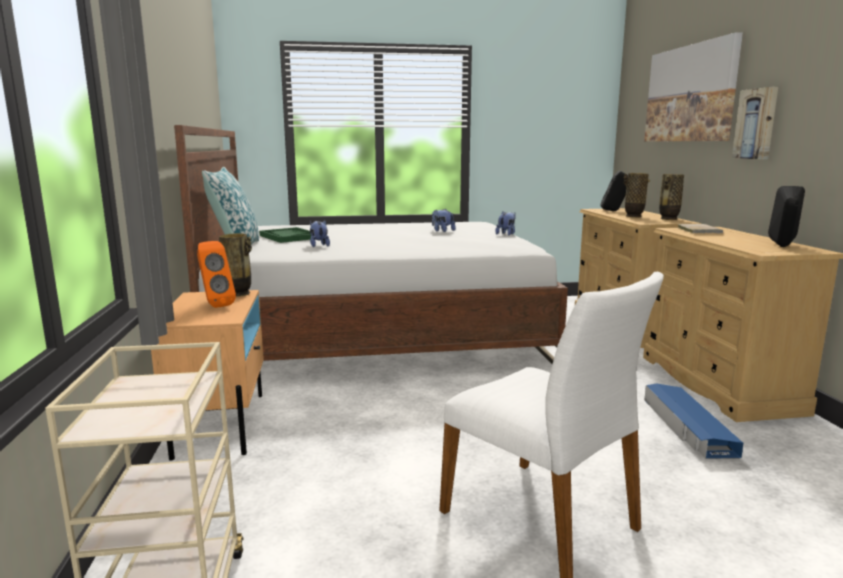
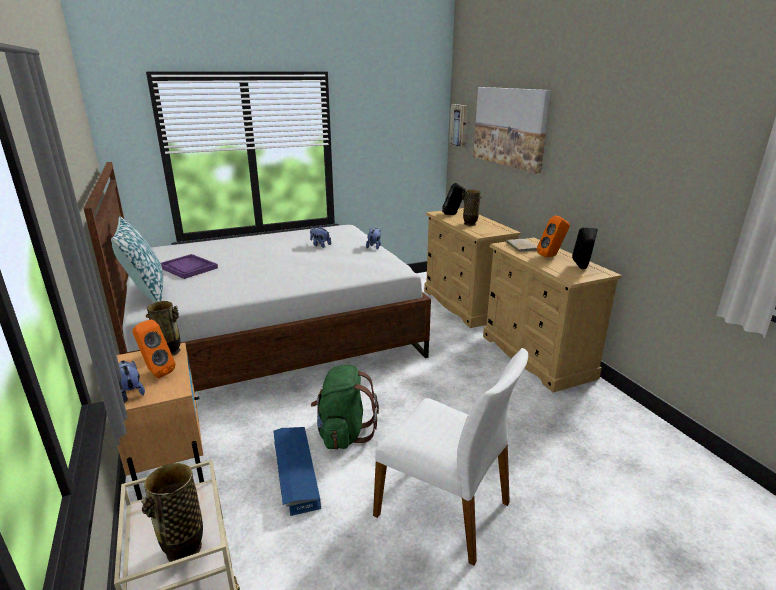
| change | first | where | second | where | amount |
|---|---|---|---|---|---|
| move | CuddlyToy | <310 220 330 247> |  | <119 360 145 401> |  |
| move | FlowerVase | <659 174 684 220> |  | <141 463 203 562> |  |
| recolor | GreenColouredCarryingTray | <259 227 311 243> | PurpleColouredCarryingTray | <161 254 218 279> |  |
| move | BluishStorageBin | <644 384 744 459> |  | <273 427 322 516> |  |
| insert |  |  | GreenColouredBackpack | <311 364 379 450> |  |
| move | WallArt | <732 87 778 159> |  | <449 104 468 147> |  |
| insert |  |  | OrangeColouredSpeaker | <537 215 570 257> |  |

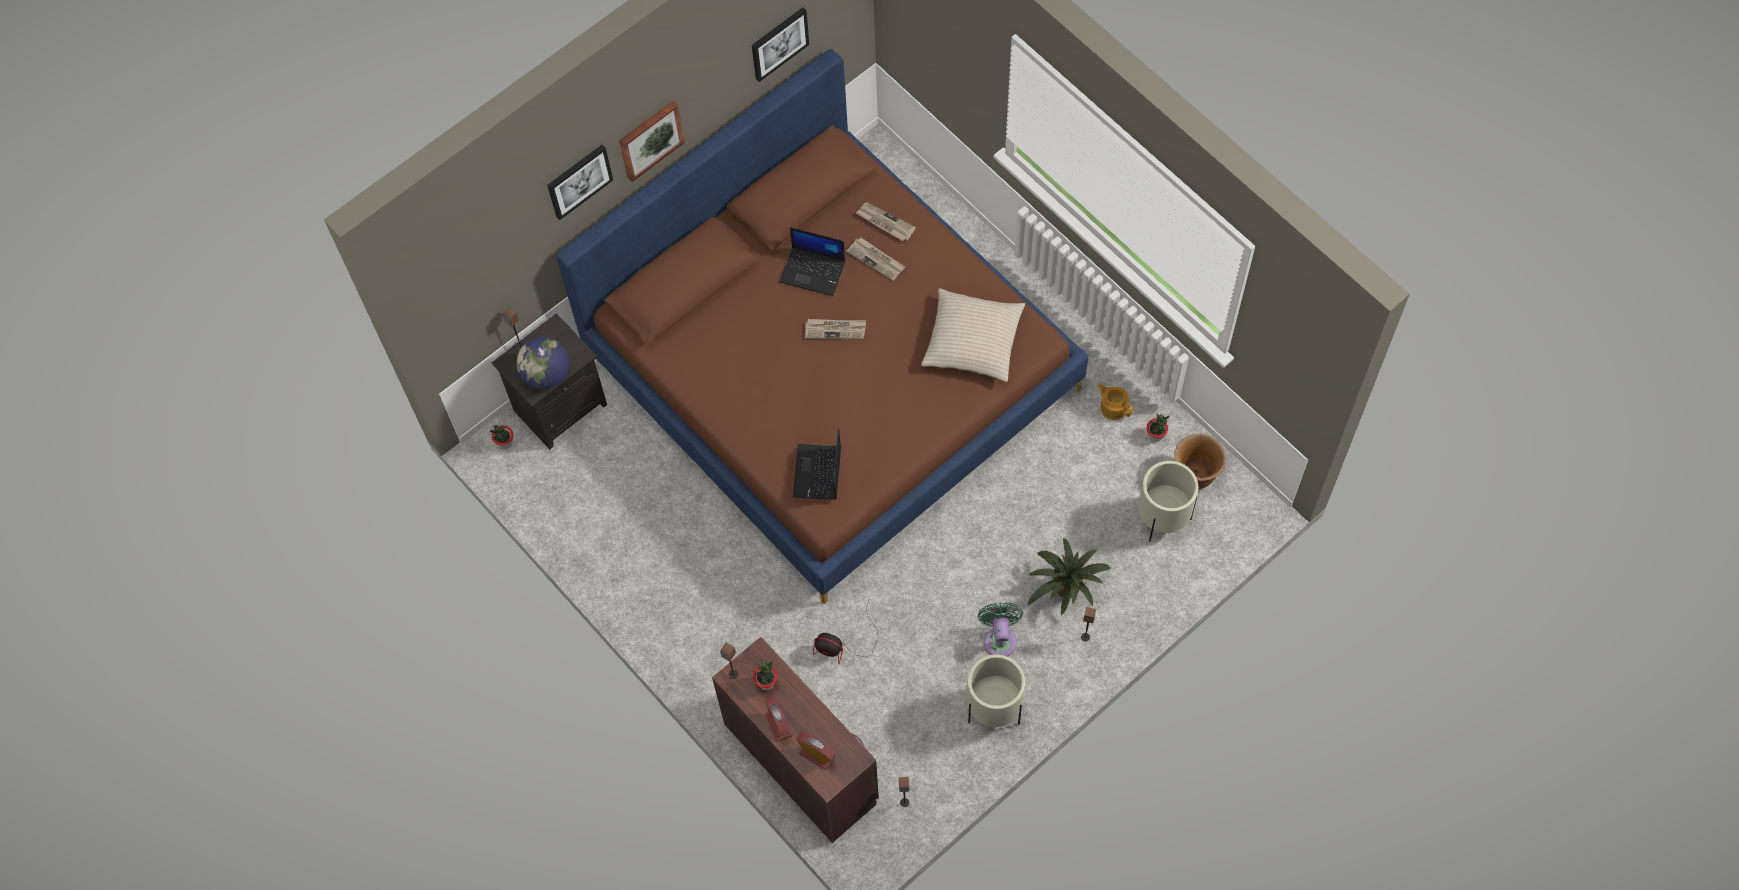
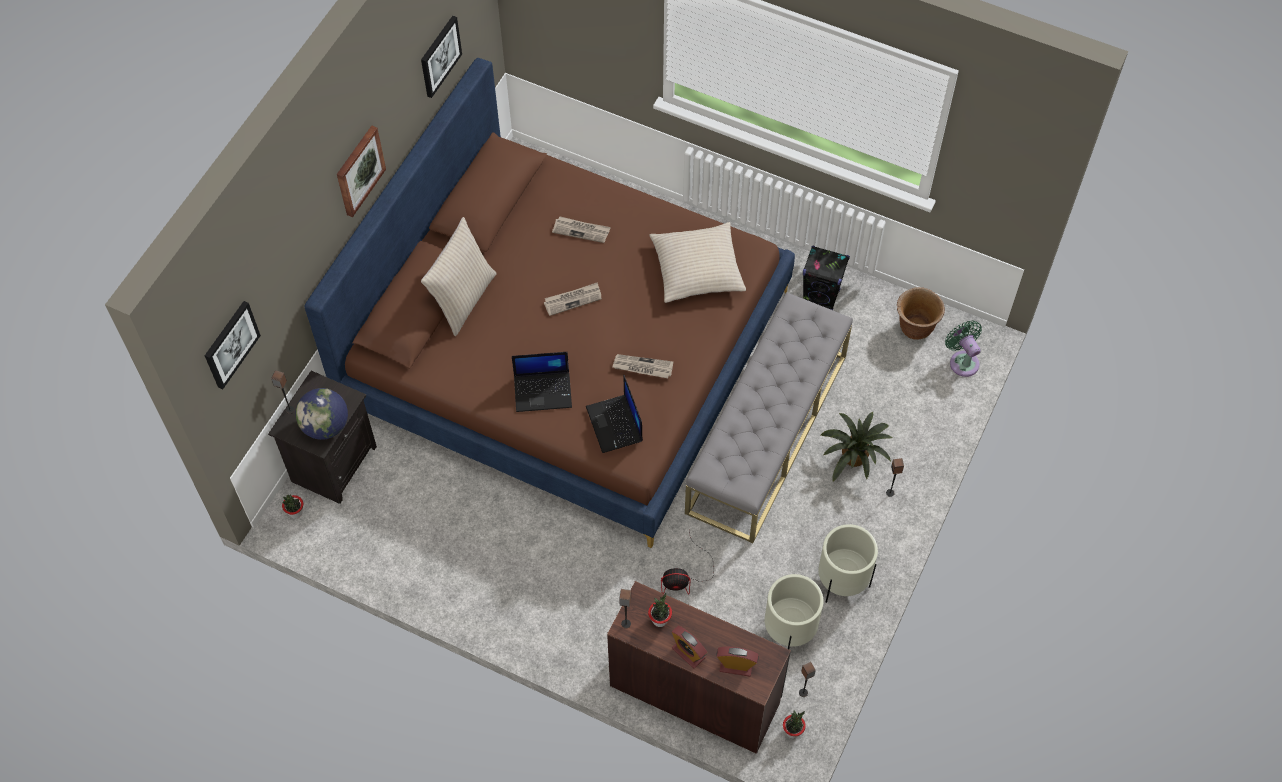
| change | first | where | second | where | amount |
|---|---|---|---|---|---|
| move | WallArt | <547 145 613 220> |  | <205 301 261 390> |  |
| insert |  |  | SandColouredCushion | <421 217 497 336> |  |
| move | PortableComputer | <780 227 845 296> |  | <512 352 572 412> |  |
| move | DailyPaper | <856 202 916 241> |  | <612 354 673 378> |  |
| insert |  |  | GreyLongSeat | <685 292 853 543> |  |
| move | SandColouredPlantPot | <1138 461 1198 542> |  | <765 574 823 649> |  |
| move | PottedPlant | <1146 414 1170 442> |  | <783 711 806 738> |  |
| replace | TeaPot | <1097 384 1133 420> | BlackSpeaker | <803 246 850 310> |  |
| move | GreenColouredFan | <978 603 1023 657> |  | <945 321 982 377> |  |

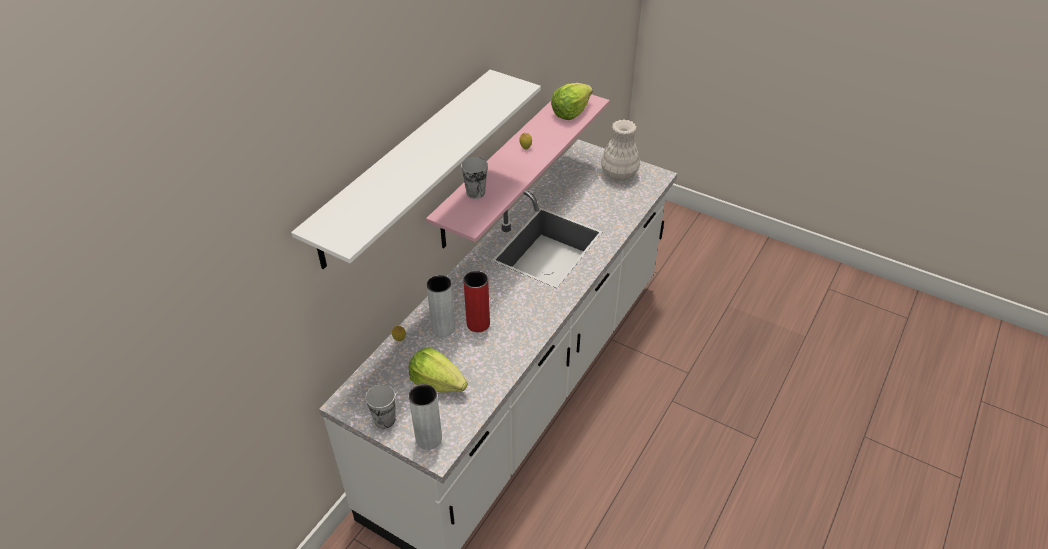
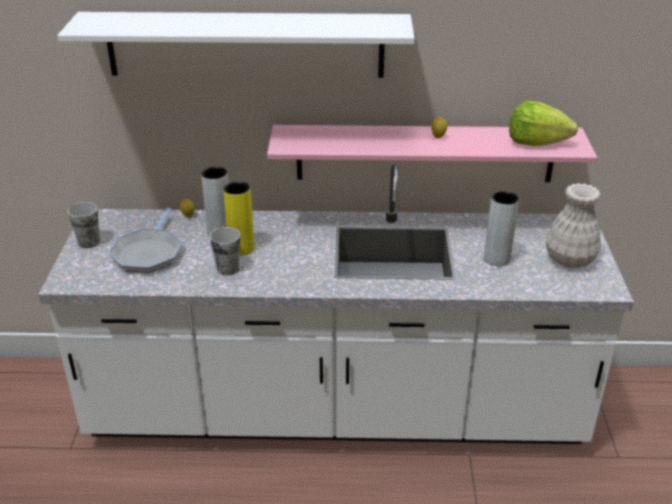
| change | first | where | second | where | amount |
|---|---|---|---|---|---|
| replace | LettuceHead | <409 347 468 392> | FryingPan | <109 208 182 273> |  |
| move | DrinkingCup | <461 157 488 199> |  | <210 227 240 275> |  |
| recolor | RedColouredFlowerVase | <463 271 490 332> | YellowishFlowerVase | <223 181 254 256> |  |
| move | GreyFlowerVase | <409 384 442 450> |  | <484 191 519 266> |  |

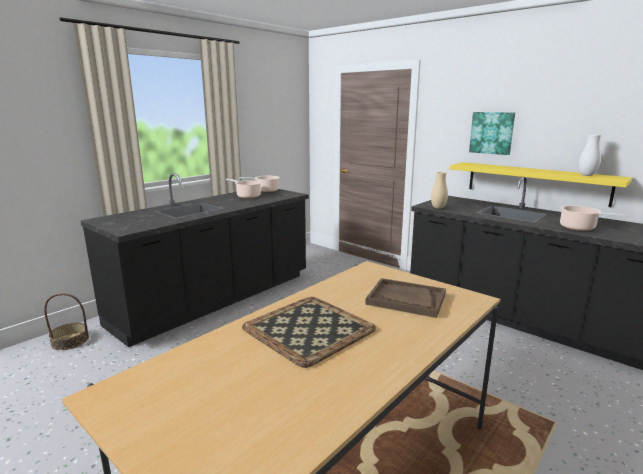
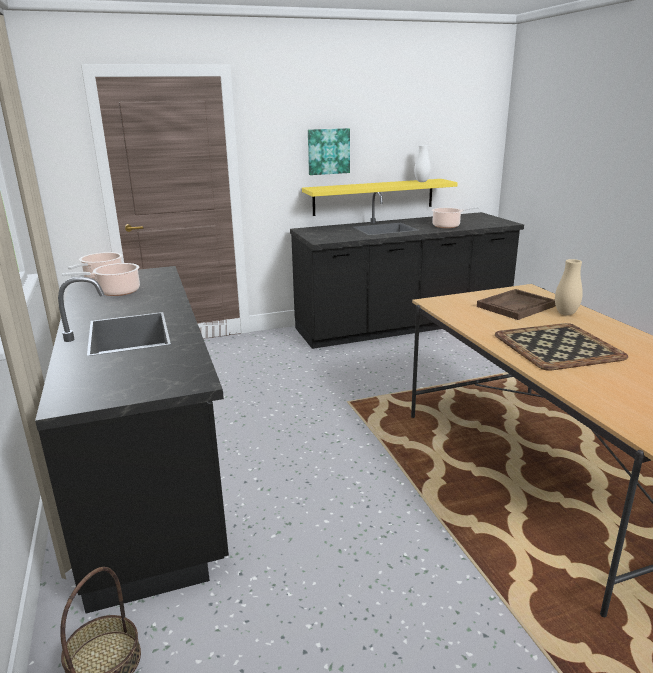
| change | first | where | second | where | amount |
|---|---|---|---|---|---|
| move | SandColouredFlowerVase | <431 172 448 209> |  | <555 259 583 316> |  |

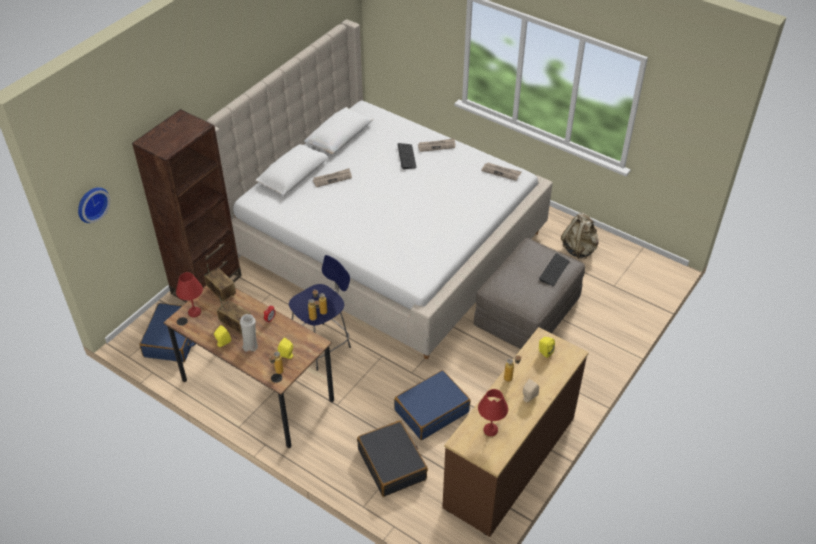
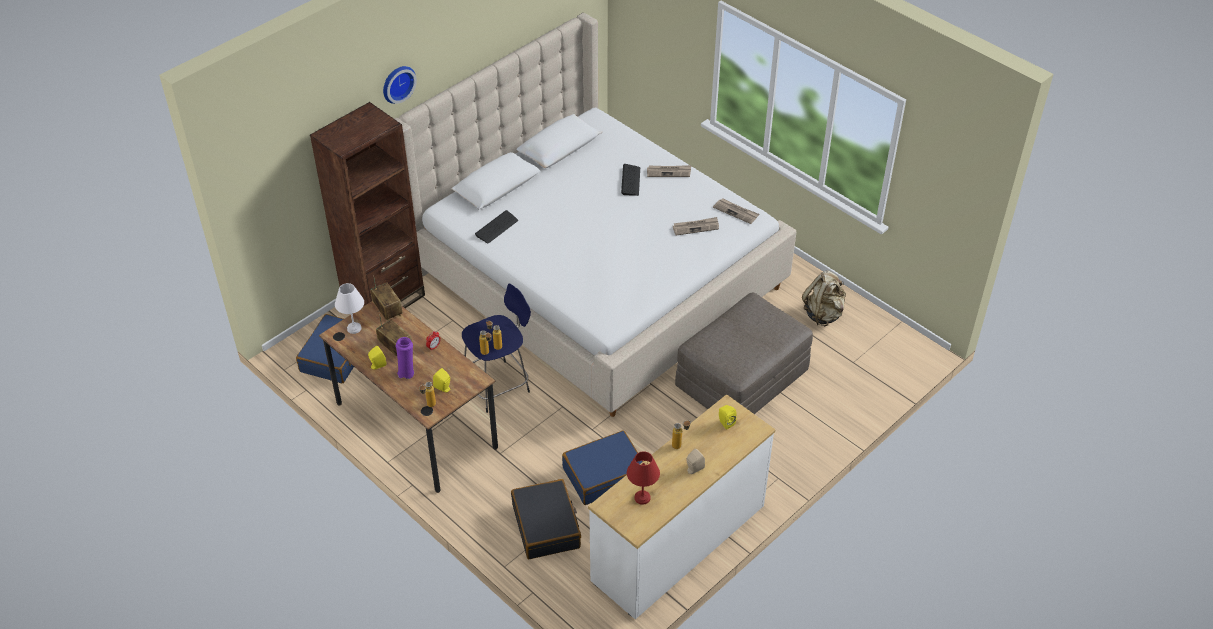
| change | first | where | second | where | amount |
|---|---|---|---|---|---|
| recolor | RedColouredTabletopLamp | <176 272 203 317> | WhitishTabletopLamp | <335 283 364 334> |  |
| move | HangingClock | <78 187 110 223> |  | <383 66 417 104> |  |
| recolor | WhitishFlowerVase | <240 314 258 352> | PurpleColouredFlowerVase | <396 337 414 379> |  |
| move | Keyboard | <539 254 570 286> |  | <475 210 518 243> |  |
| recolor | BrownChestOfDrawers | <442 327 589 537> | WhitishChestOfDrawers | <588 394 776 619> |  |
| move | DailyPaper | <313 168 352 187> |  | <673 217 719 236> |  |

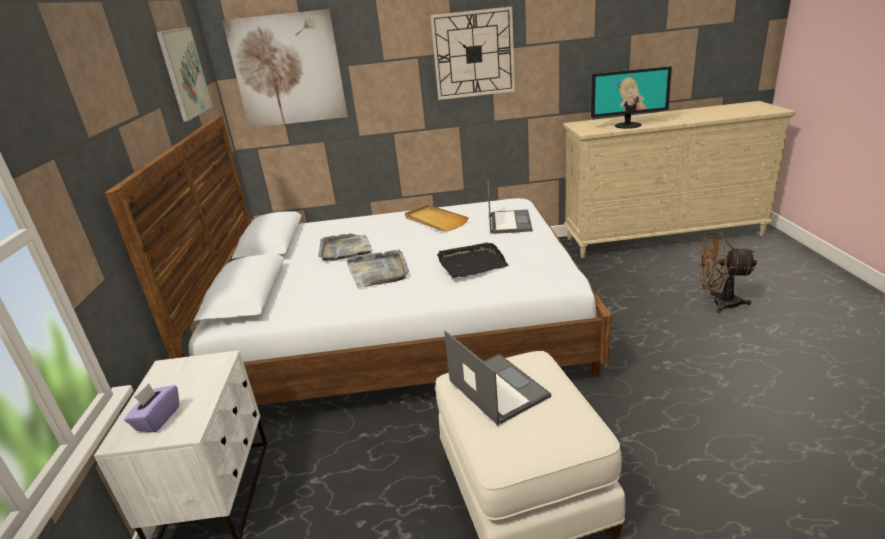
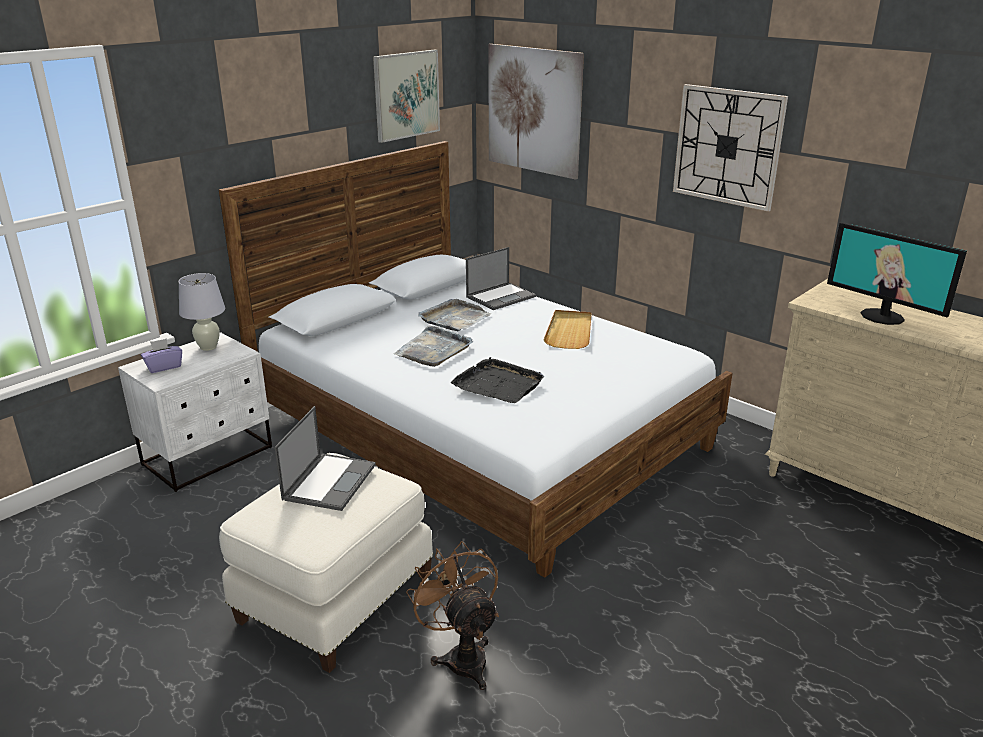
| change | first | where | second | where | amount |
|---|---|---|---|---|---|
| insert |  |  | WhitishTabletopLamp | <178 273 225 351> |  |
| move | BrownFan | <699 234 757 313> |  | <406 541 499 690> |  |
| move | PortableComputer | <487 180 532 234> |  | <466 247 536 310> |  |

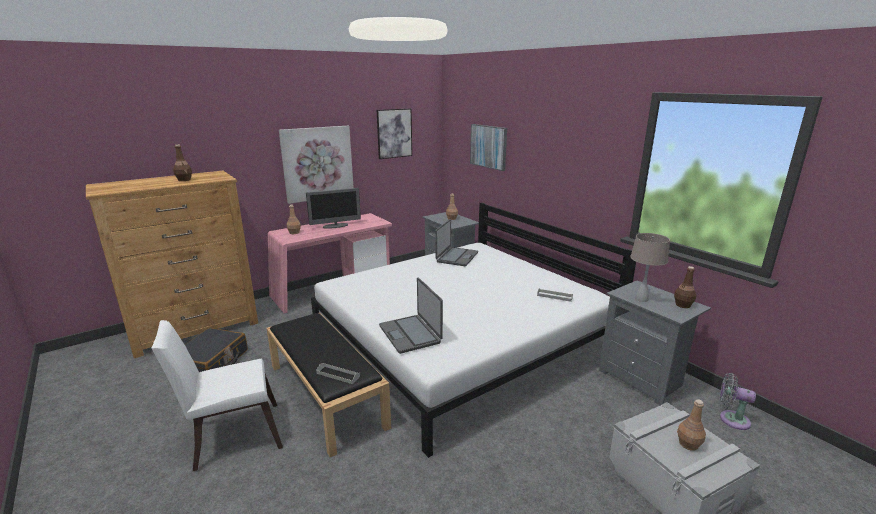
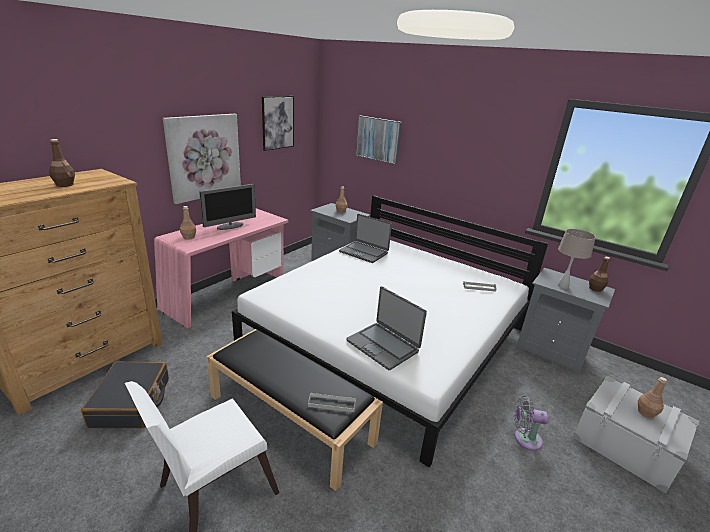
| change | first | where | second | where | amount |
|---|---|---|---|---|---|
| rotate | PortableComputer | <435 219 478 266> |  | <339 214 392 263> | 120 degrees clockwise |
| move | GreyFan | <720 373 756 430> |  | <514 395 549 451> |  |

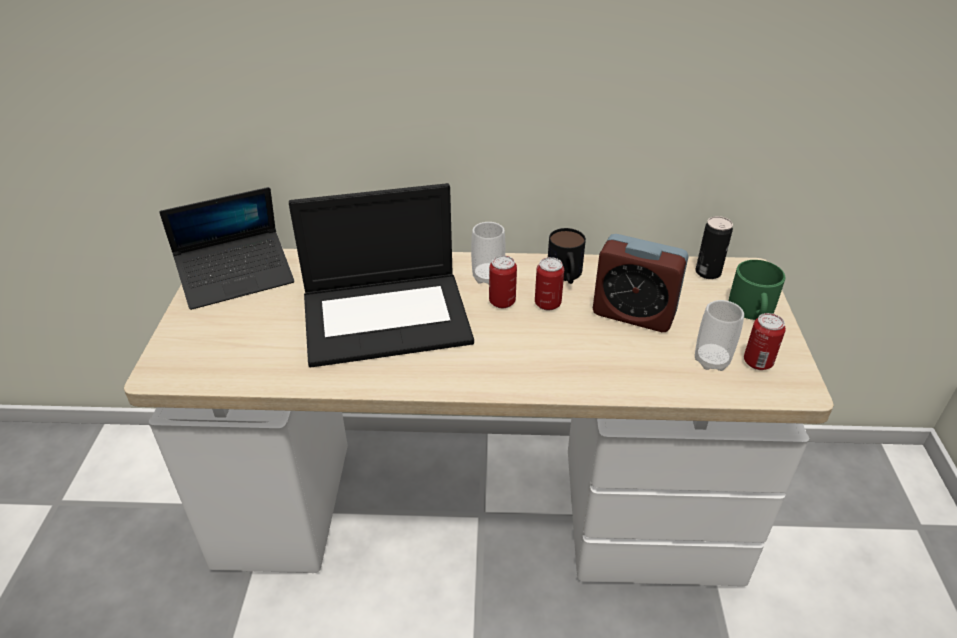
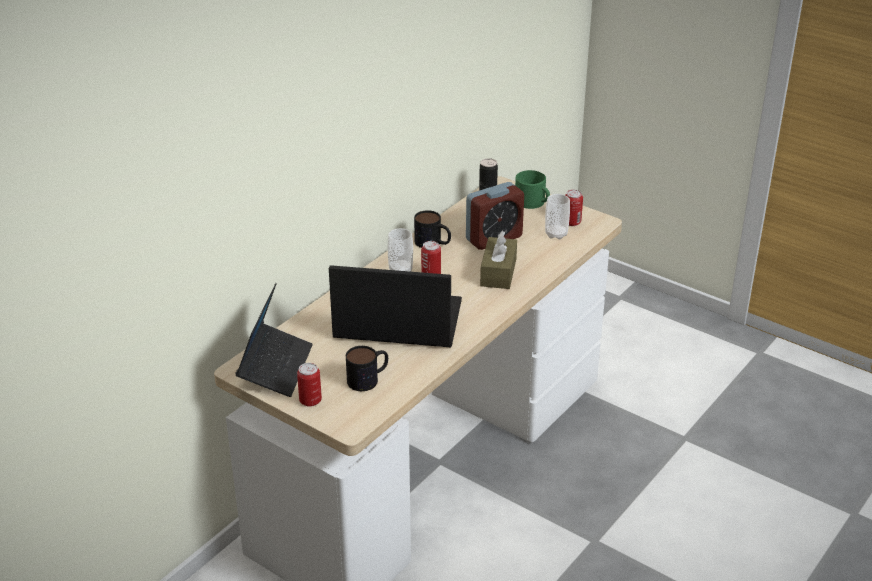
| change | first | where | second | where | amount |
|---|---|---|---|---|---|
| move | MetalCan | <535 257 564 311> |  | <297 363 322 407> |  |
| rotate | PortableComputer | <289 183 474 368> |  | <329 265 462 347> | 105 degrees counterclockwise |
| insert |  |  | Mug | <346 346 388 391> |  |
| insert |  |  | BrownBoxOfTissues | <480 231 517 289> |  |

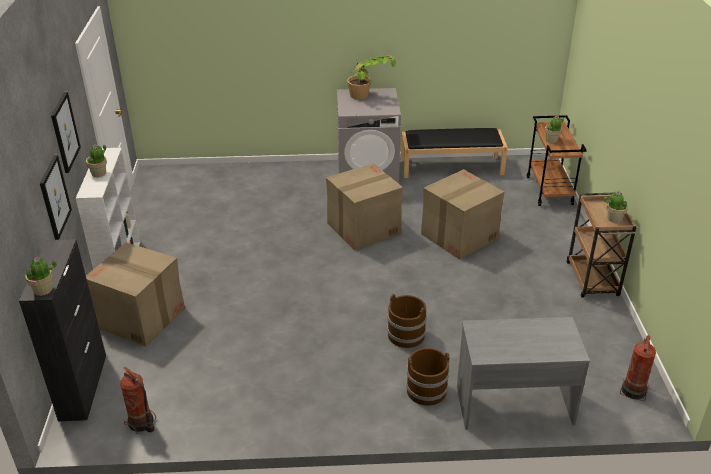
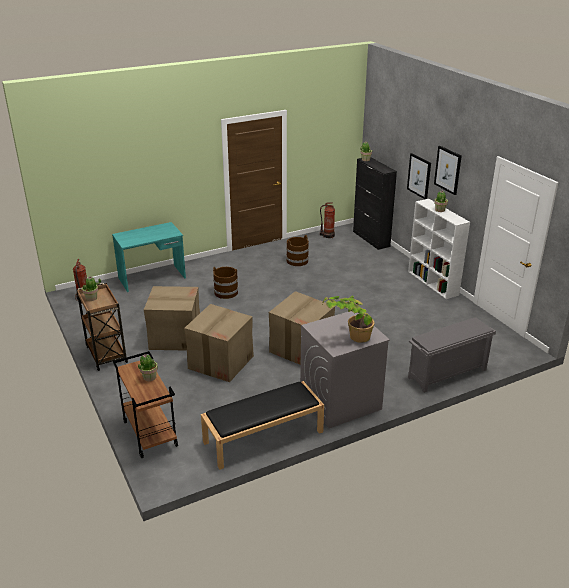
| change | first | where | second | where | amount |
|---|---|---|---|---|---|
| recolor | GreyDeskTable | <457 317 590 430> | BlueGreenDeskTable | <112 222 186 292> |  |
| move | PackingBox | <86 243 185 346> |  | <144 286 200 351> |  |
| move | BrownPail | <406 348 449 406> |  | <286 235 309 266> |  |
| insert |  |  | GreyShoeRack | <408 317 496 393> |  |

